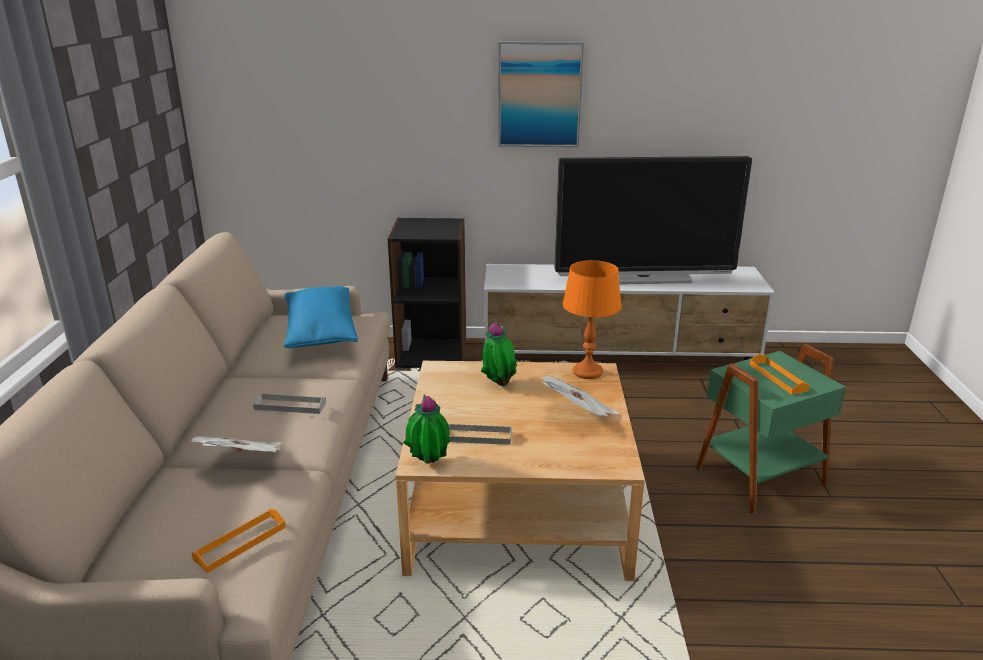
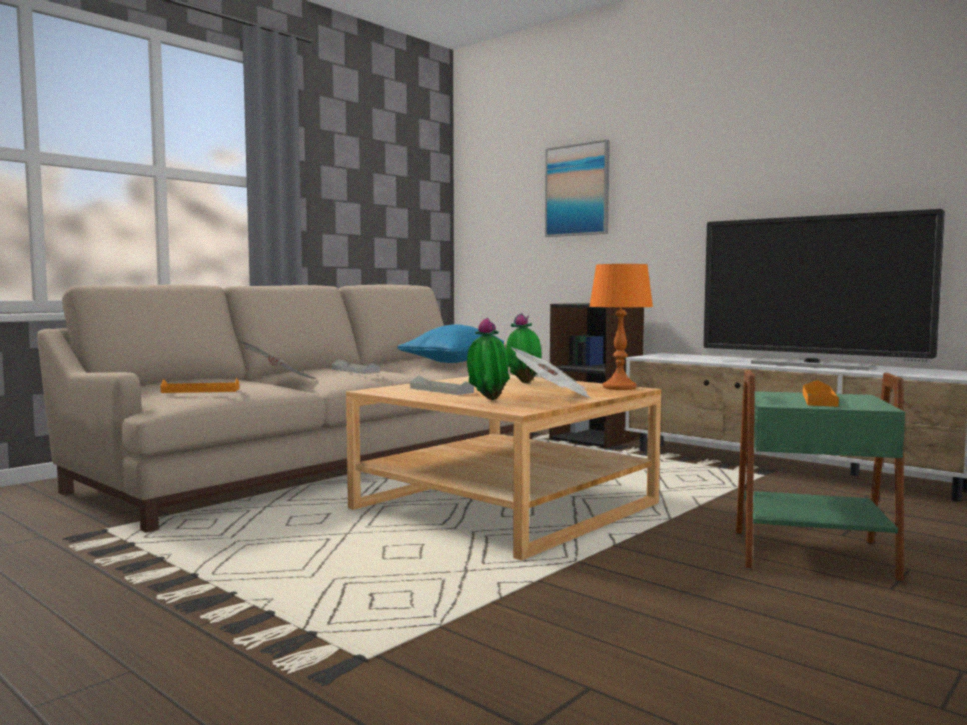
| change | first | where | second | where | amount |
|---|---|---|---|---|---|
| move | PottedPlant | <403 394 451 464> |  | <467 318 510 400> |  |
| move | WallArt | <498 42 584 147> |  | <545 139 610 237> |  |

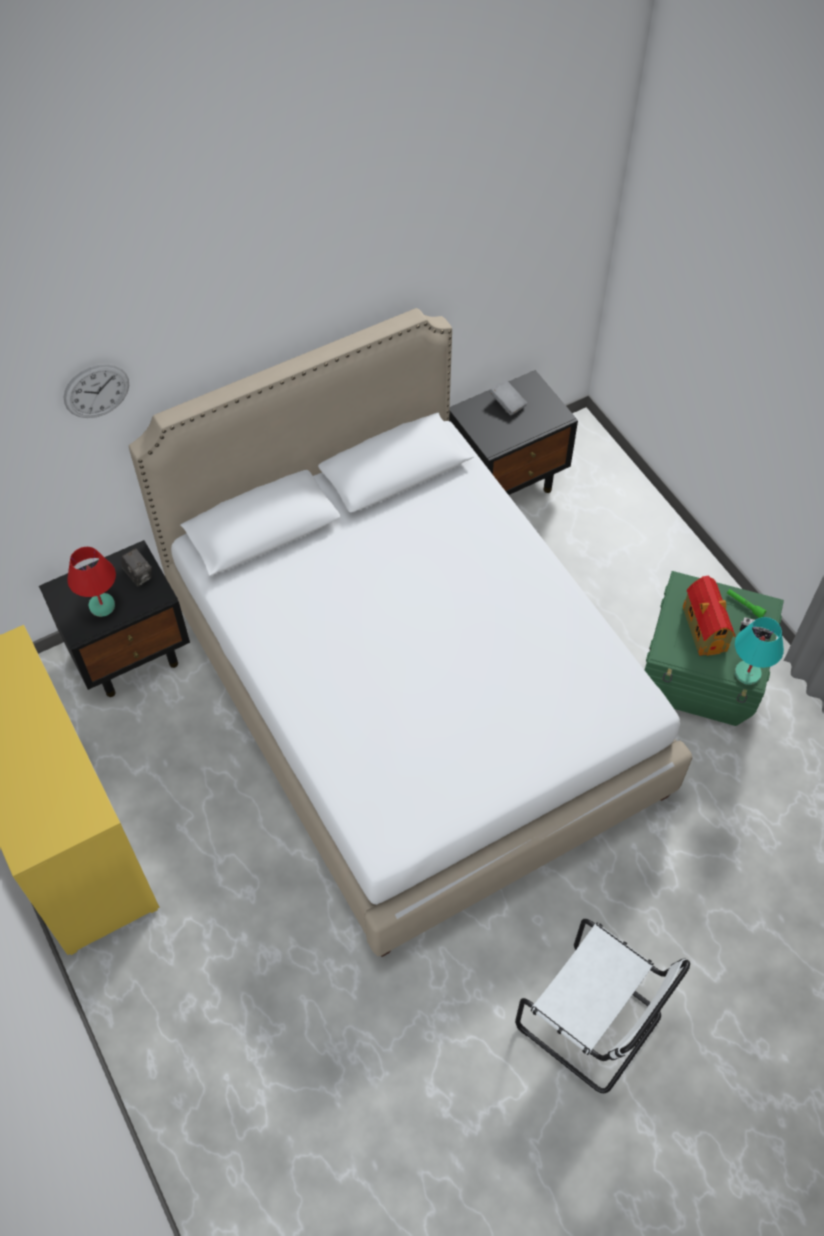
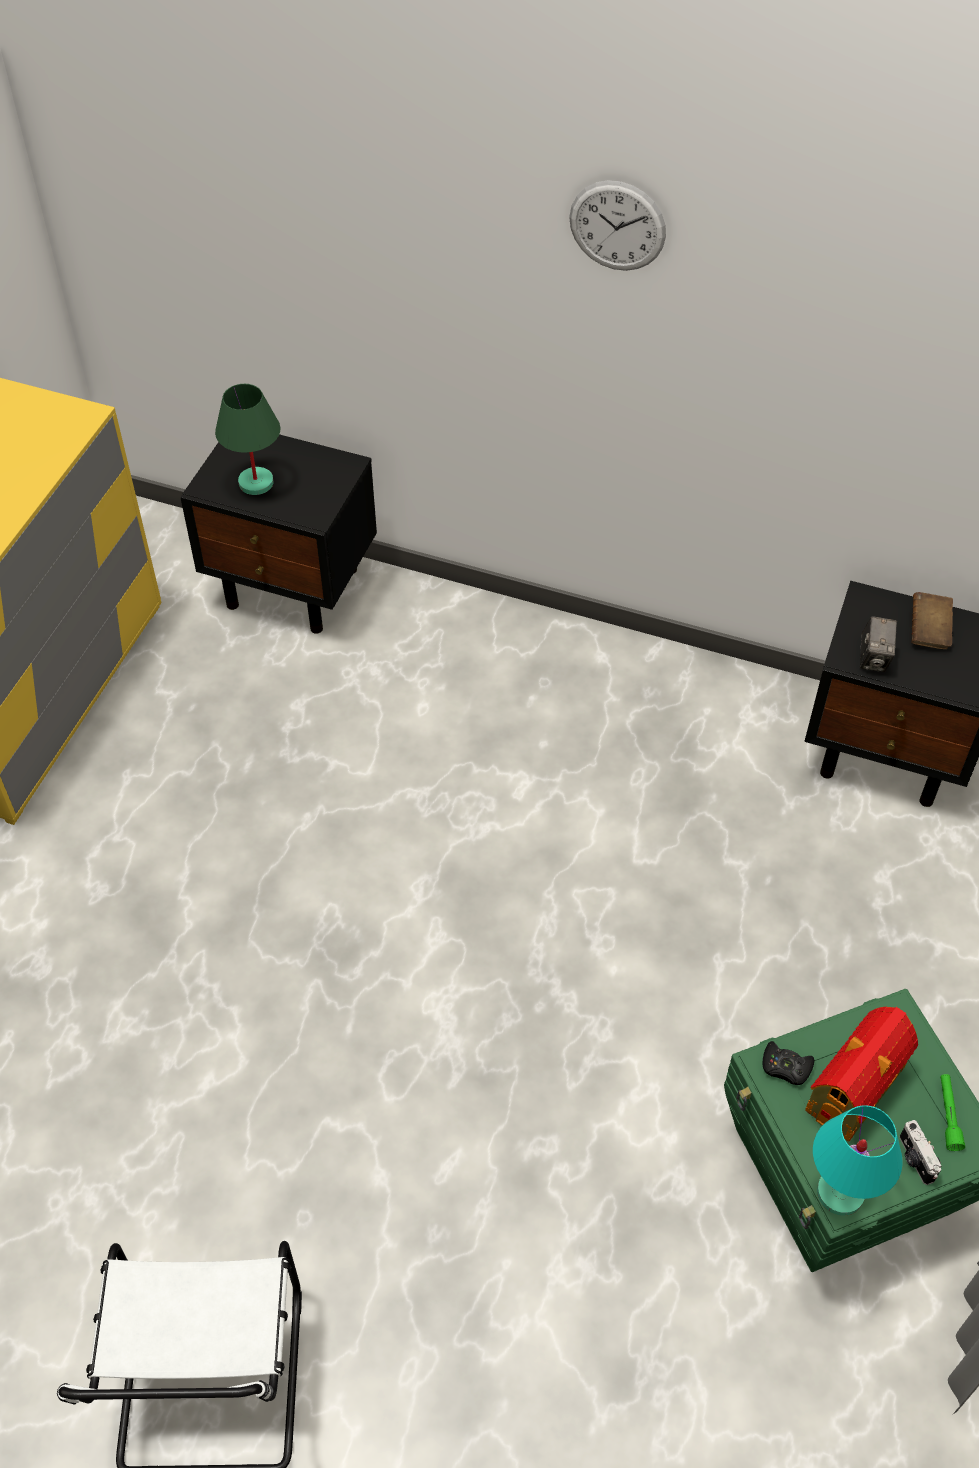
| change | first | where | second | where | amount |
|---|---|---|---|---|---|
| recolor | RedColouredTabletopLamp | <67 547 116 617> | GreenColouredTabletopLamp | <215 384 280 495> |  |
| move | HangingClock | <63 364 129 418> |  | <569 180 666 271> |  |
| insert |  |  | BlackGameController | <762 1041 814 1085> |  |
| move | PhotoCamera | <122 548 152 587> |  | <860 616 897 672> |  |
| recolor | GreyVolume | <489 380 527 416> | BrownVolume | <911 592 953 649> |  |
| delete | WhitishBed | <129 308 692 957> |  |  |  |

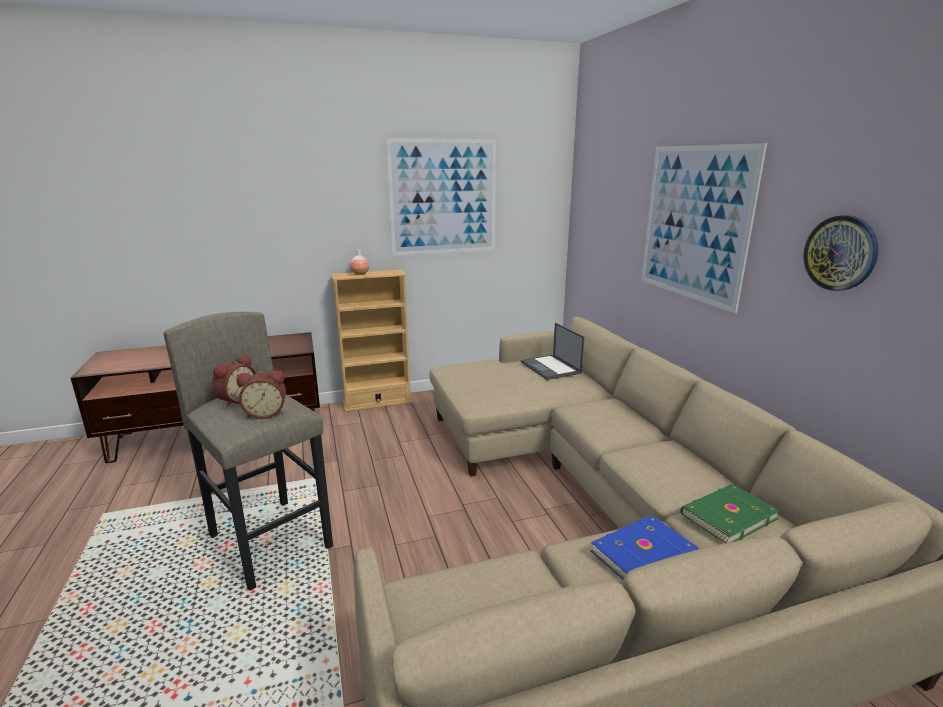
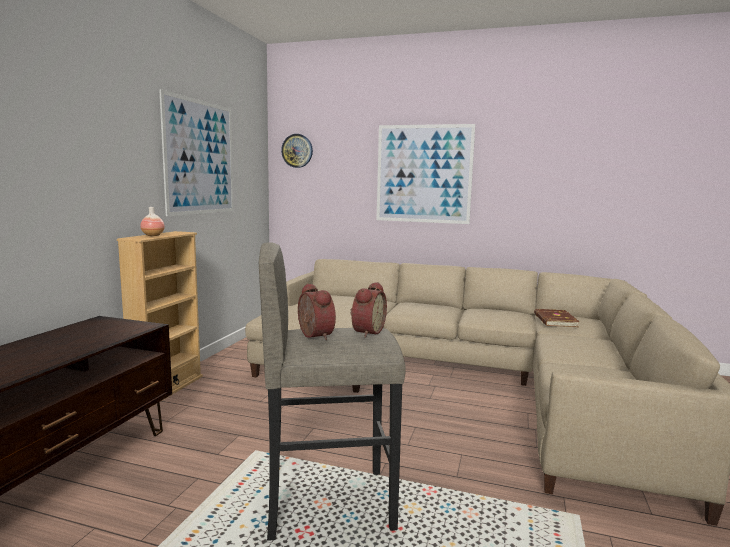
| change | first | where | second | where | amount |
|---|---|---|---|---|---|
| move | HangingClock | <803 215 879 291> |  | <281 134 313 168> |  |
| recolor | GreenColouredVolume | <681 484 780 543> | BrownVolume | <534 309 579 327> |  |
| delete | PortableComputer | <521 323 585 380> |  |  |  |
| delete | BluishVolume | <591 515 699 579> |  |  |  |

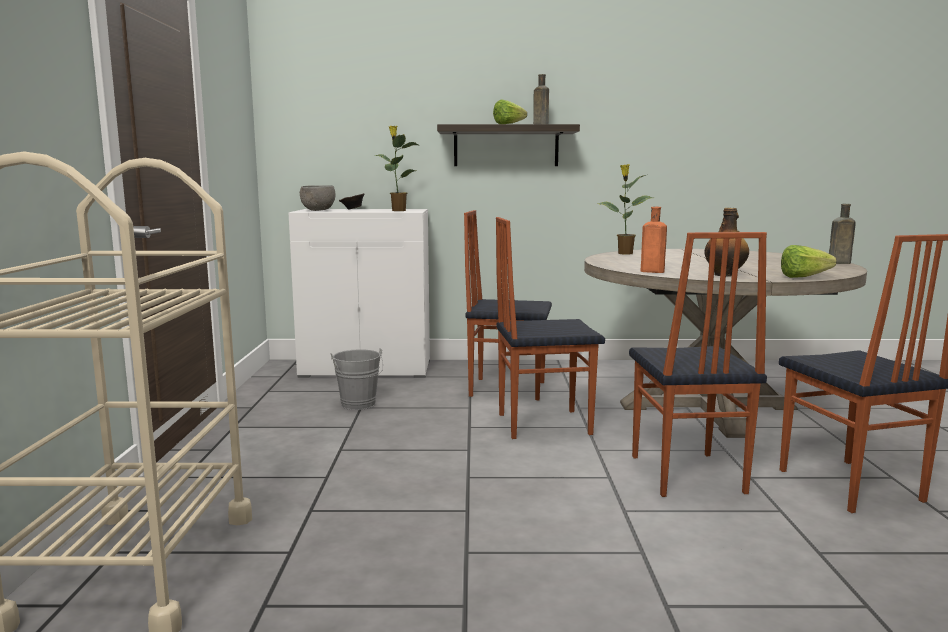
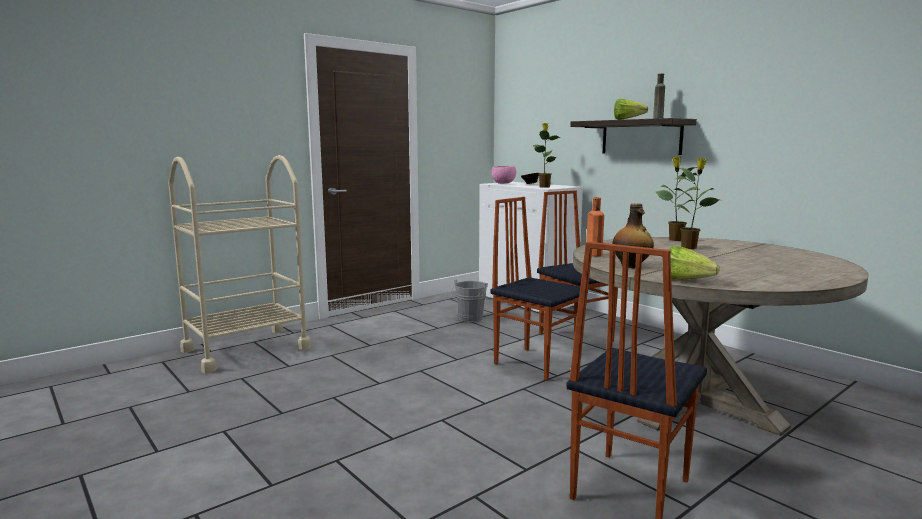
| change | first | where | second | where | amount |
|---|---|---|---|---|---|
| recolor | GreyServingBowl | <300 185 336 211> | PinkColouredServingBowl | <492 166 516 184> |  |
| insert |  |  | PottedPlant | <673 158 719 249> |  |
| delete | UprightChair | <629 232 767 497> |  |  |  |
| delete | BrownBeverageBottle | <829 204 856 264> |  |  |  |

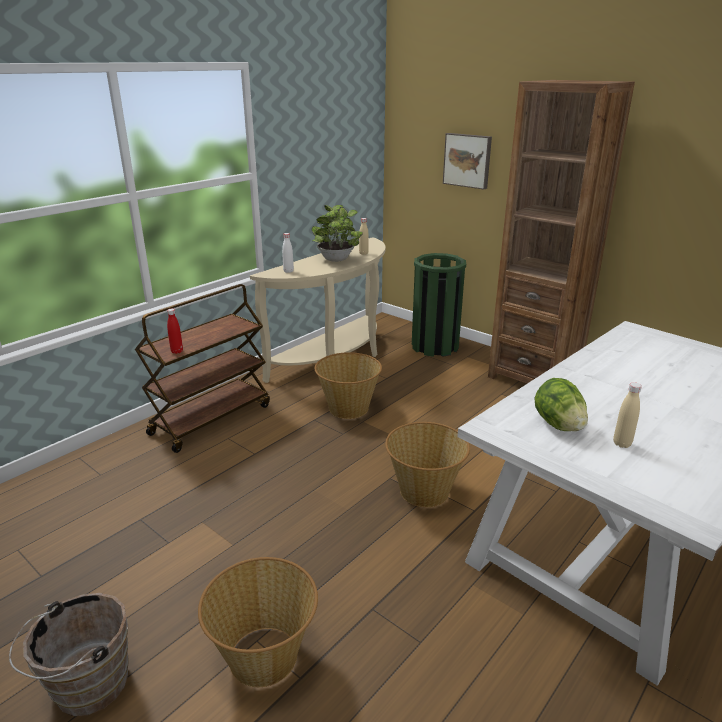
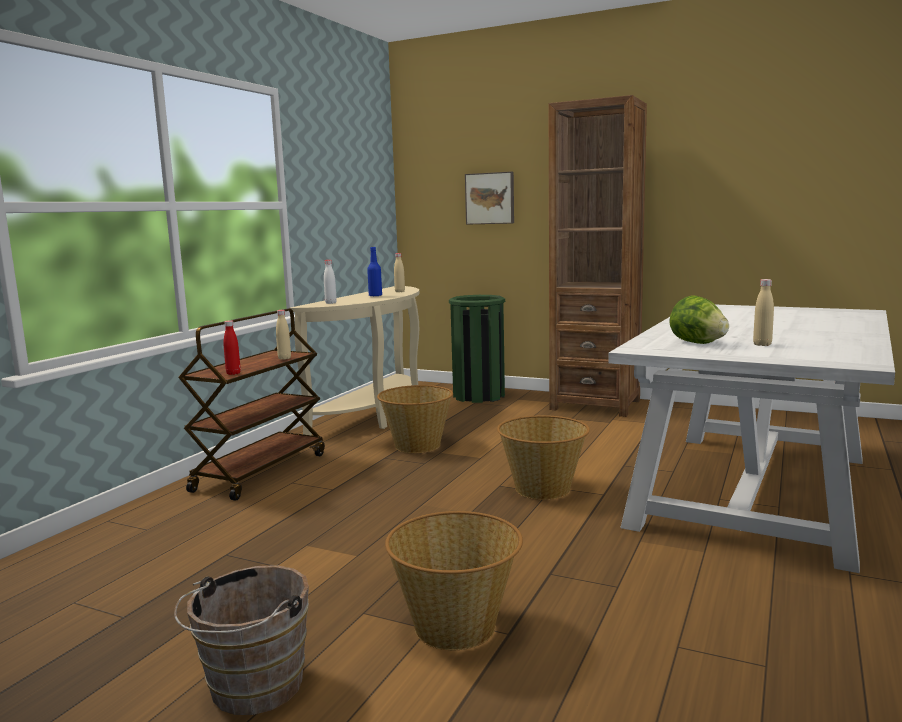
| change | first | where | second | where | amount |
|---|---|---|---|---|---|
| insert |  |  | SandColouredBeverageBottle | <276 310 291 360> |  |
| replace | PottedPlant | <312 205 363 262> | BluishBeverageBottle | <367 247 382 296> |  |

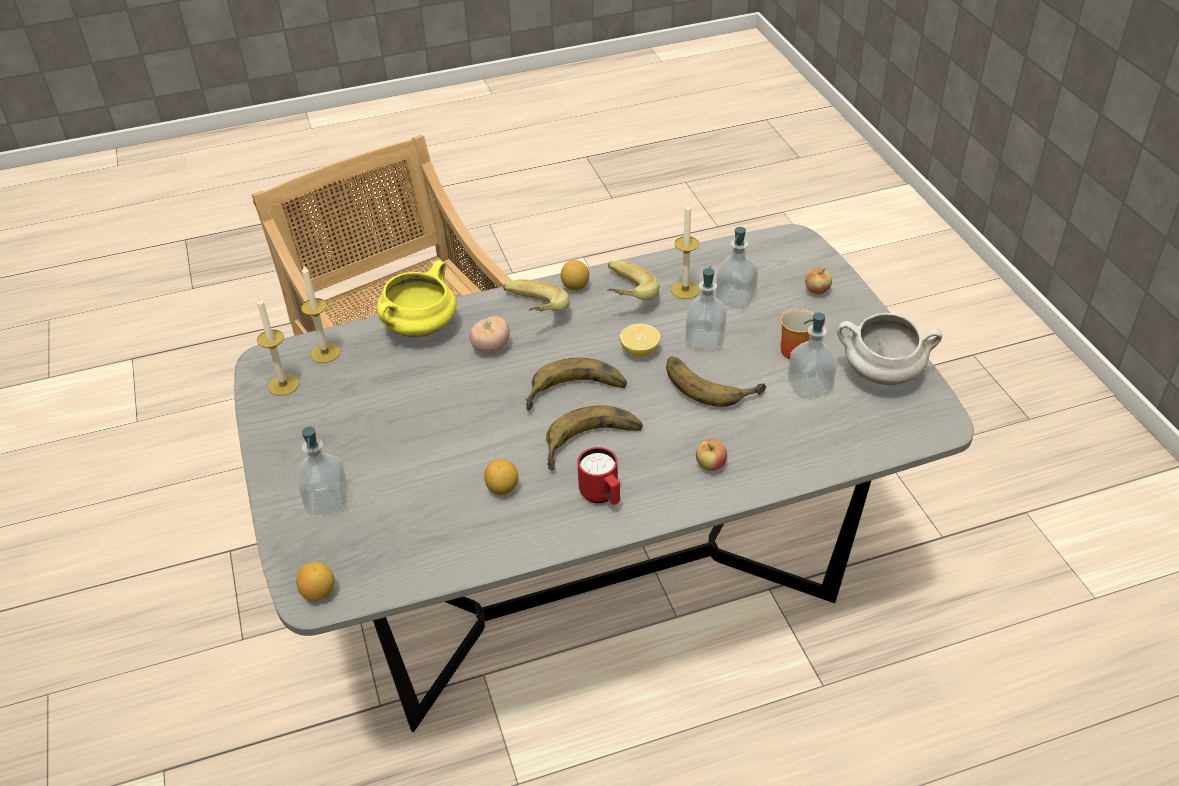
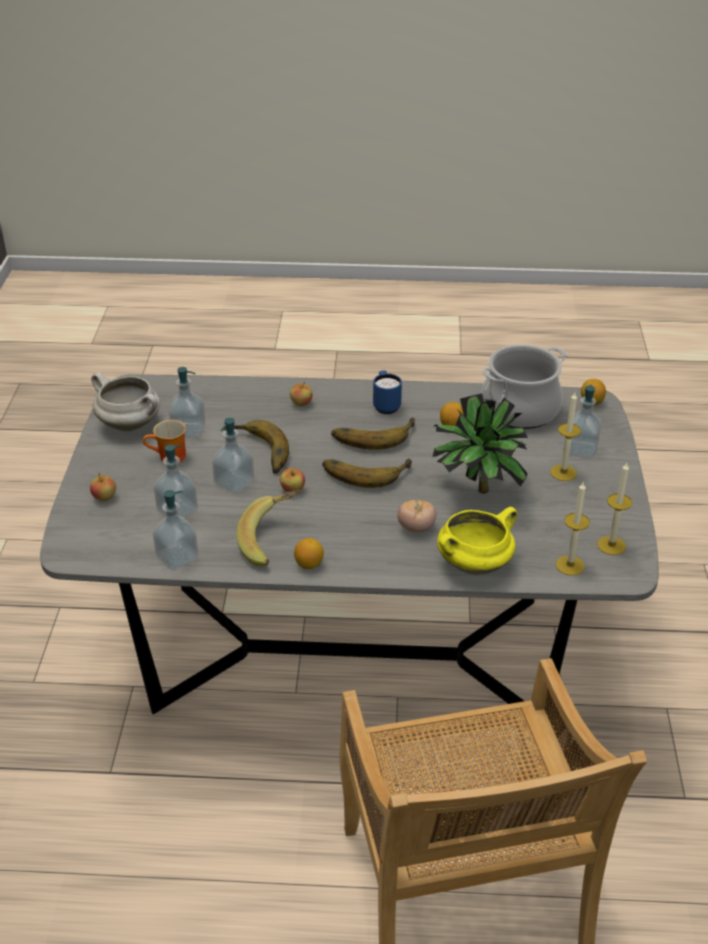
| change | first | where | second | where | amount |
|---|---|---|---|---|---|
| insert |  |  | LiquidSoapBottle | <153 490 199 570> |  |
| replace | CitrusFruit | <620 324 660 357> | AppleFruit | <280 468 305 492> |  |
| recolor | RedColouredMug | <577 447 620 505> | BluishMug | <373 370 402 414> |  |
| insert |  |  | PottedPlant | <432 393 528 494> |  |
| insert |  |  | Saucepot | <481 344 567 429> |  |
| move | WaxLight | <671 203 699 299> |  | <550 393 581 481> |  |
| delete | WholeBanana | <503 279 570 312> |  |  |  |

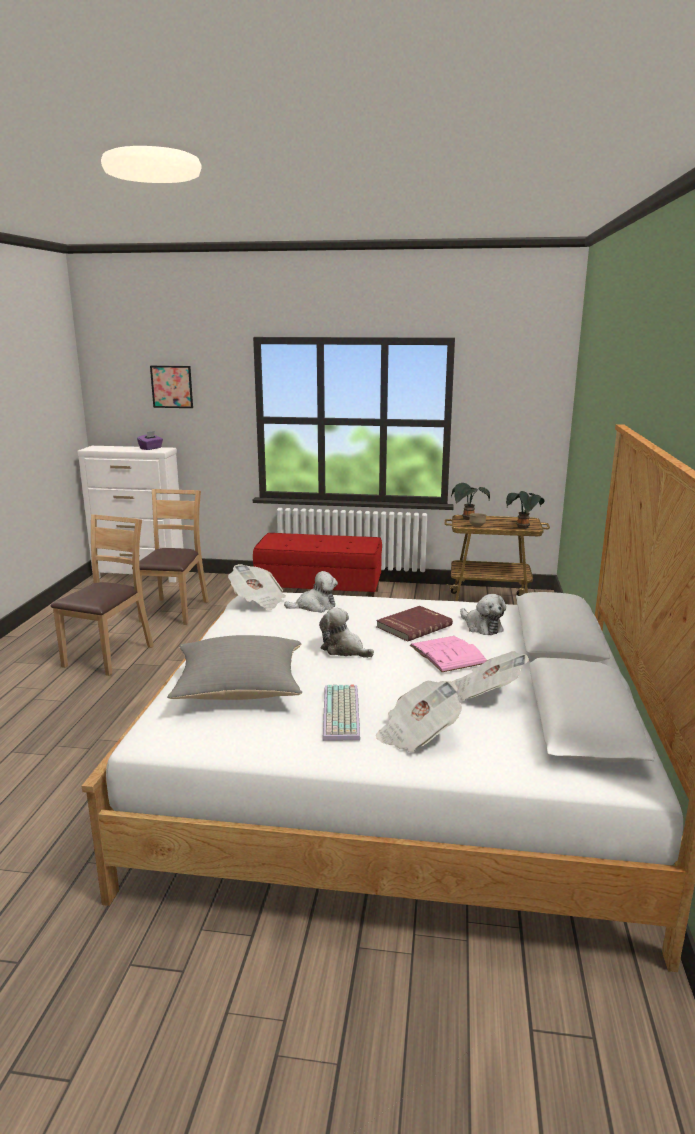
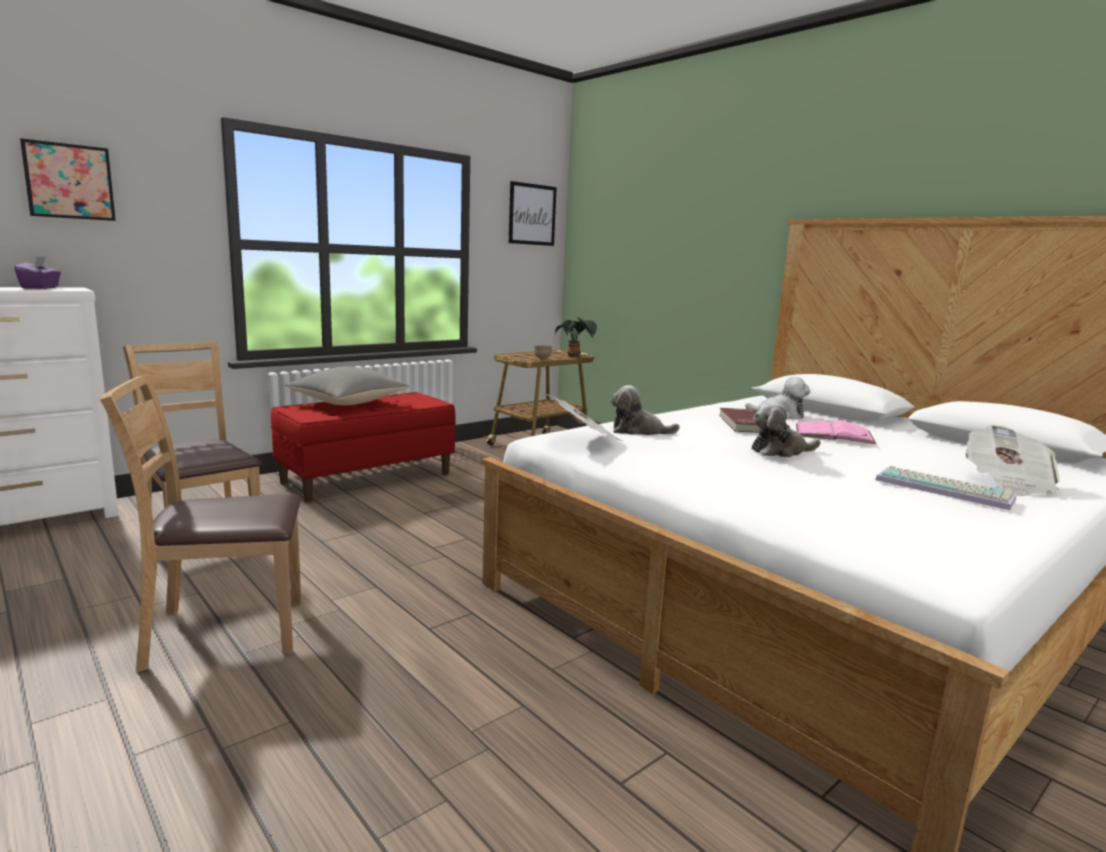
| change | first | where | second | where | amount |
|---|---|---|---|---|---|
| rotate | BrownUprightChair | <51 514 154 676> |  | <100 374 301 672> | 75 degrees counterclockwise |
| move | GreyCushion | <167 635 302 700> |  | <285 366 409 405> |  |
| insert |  |  | WallArt | <509 181 557 246> |  |
| rotate | CuddlyToy | <284 571 338 613> |  | <610 385 680 435> | 105 degrees counterclockwise |
| delete | PottedPlant | <451 483 490 520> |  |  |  |
| delete | DailyPaper | <452 651 529 700> |  |  |  |

